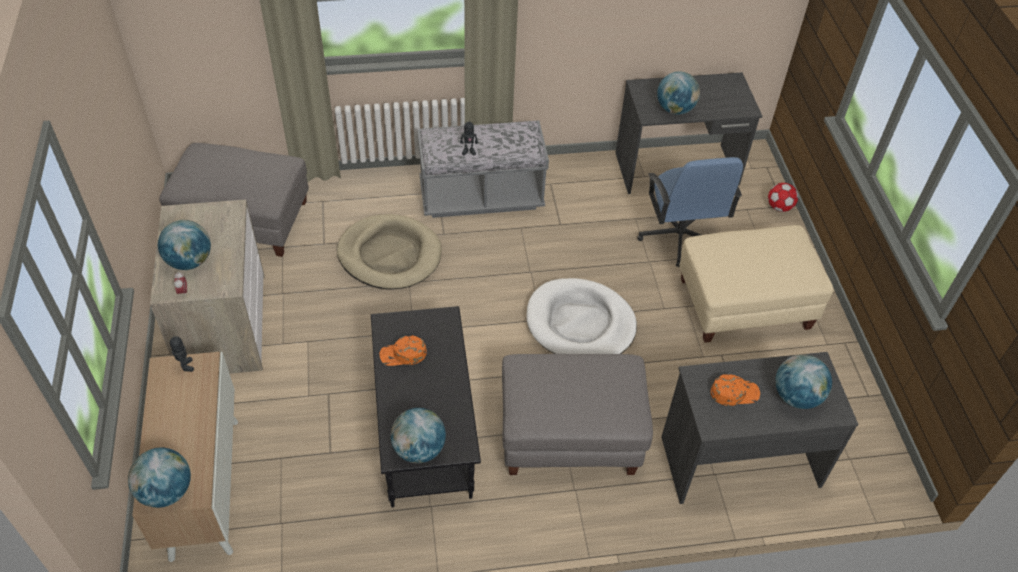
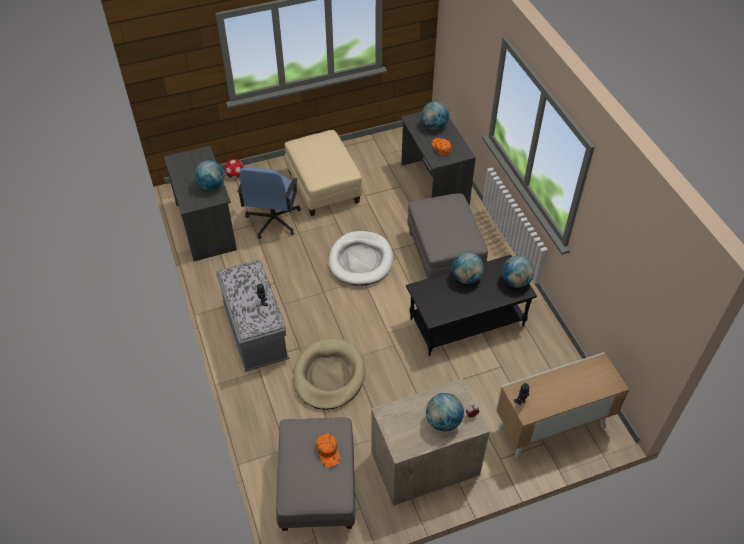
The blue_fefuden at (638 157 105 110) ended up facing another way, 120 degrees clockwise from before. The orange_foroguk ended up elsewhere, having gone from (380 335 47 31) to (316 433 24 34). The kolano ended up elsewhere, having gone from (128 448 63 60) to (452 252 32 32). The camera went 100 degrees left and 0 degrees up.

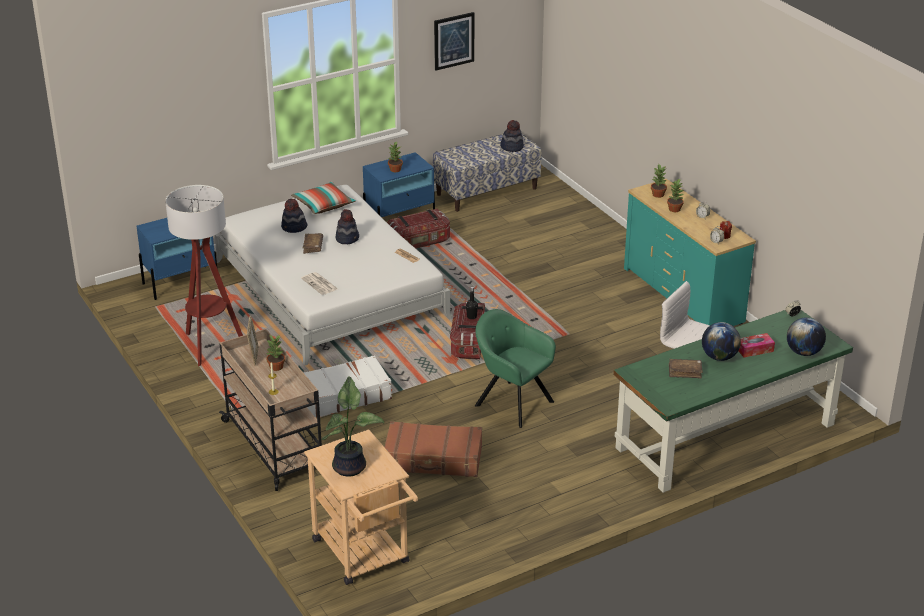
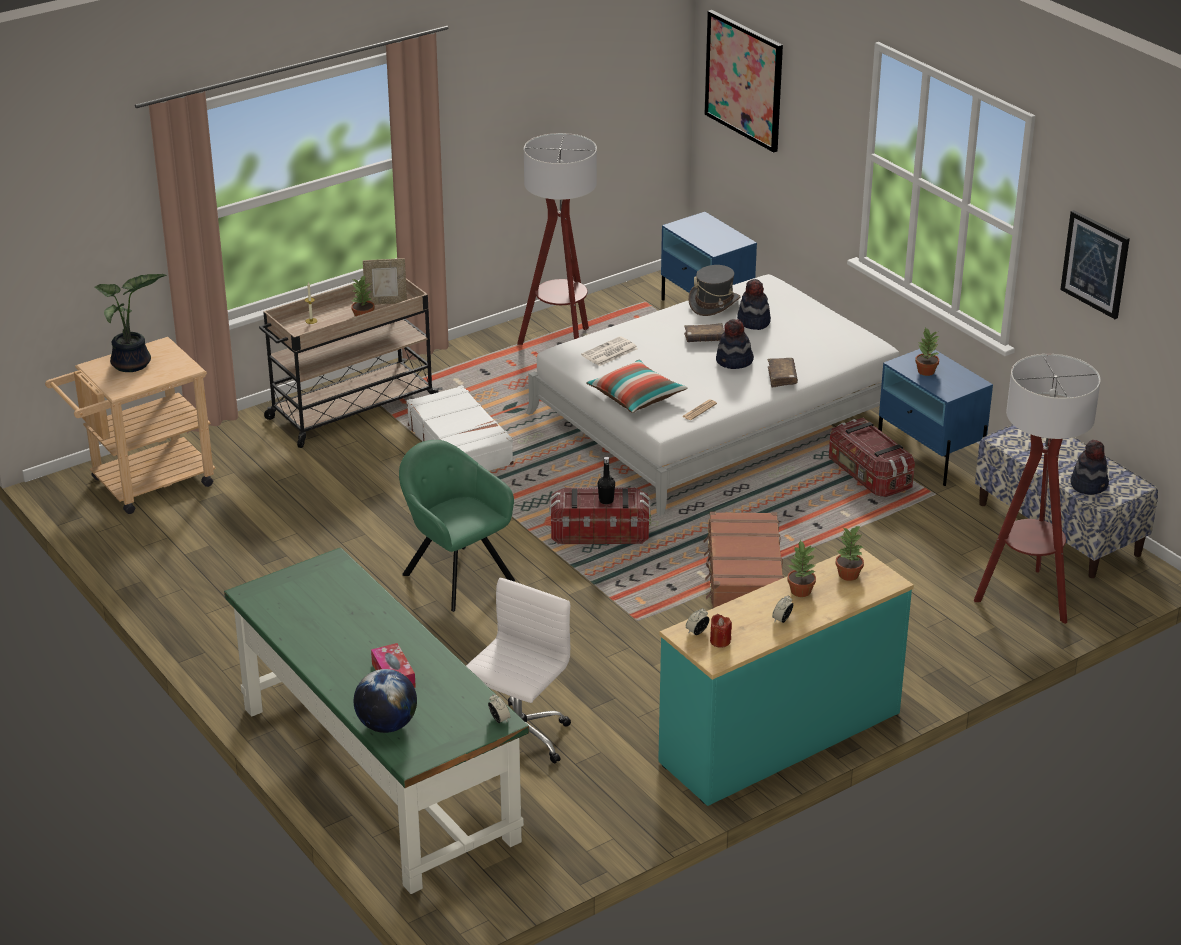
The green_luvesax at (475 309 81 119) ended up facing another way, 75 degrees counterclockwise from before. The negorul ended up elsewhere, having gone from (291 182 65 32) to (586 360 102 53). The second view gained the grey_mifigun at (688 265 53 51). The second view gained the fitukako at (704 10 79 143). The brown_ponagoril ended up elsewhere, having gone from (385 421 97 56) to (704 512 80 97). The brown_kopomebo ended up elsewhere, having gone from (669 359 34 19) to (768 358 30 29). The second view gained the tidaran at (974 354 127 270). The second view lost the kolano at (702 322 39 39). The camera went 85 degrees right and 0 degrees up.

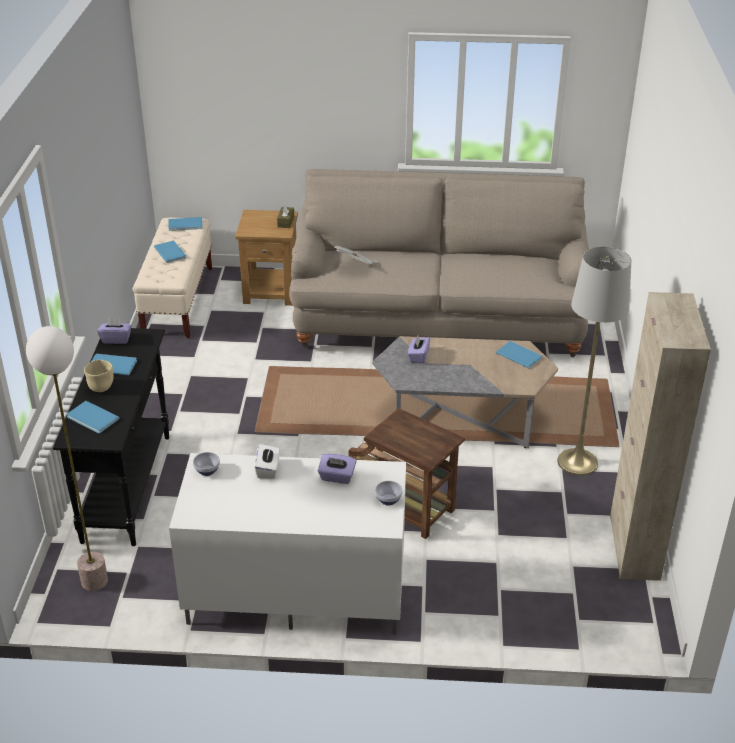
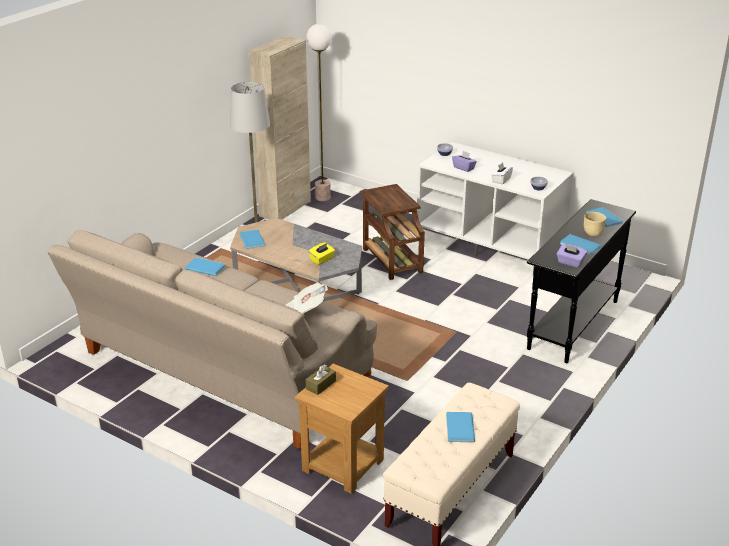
The blue_kopomebo ended up elsewhere, having gone from (168 217 34 14) to (185 257 41 19). The tidaran ended up elsewhere, having gone from (26 326 82 265) to (307 24 25 177). What was the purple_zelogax at (408 335 22 29) turned into the yellow_zelogax at (308 242 27 23). The camera went 150 degrees left and 5 degrees down.

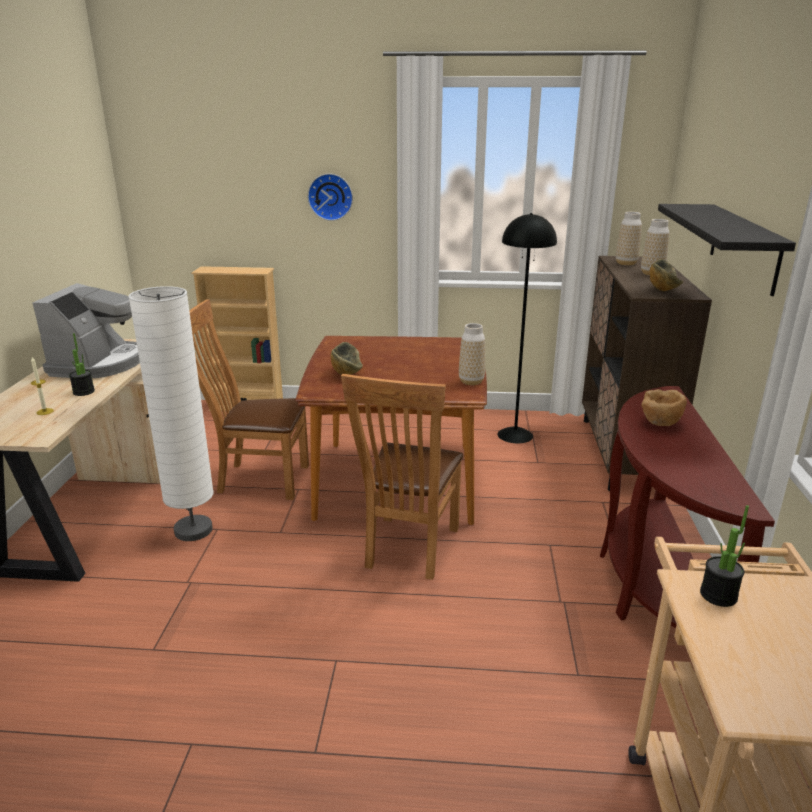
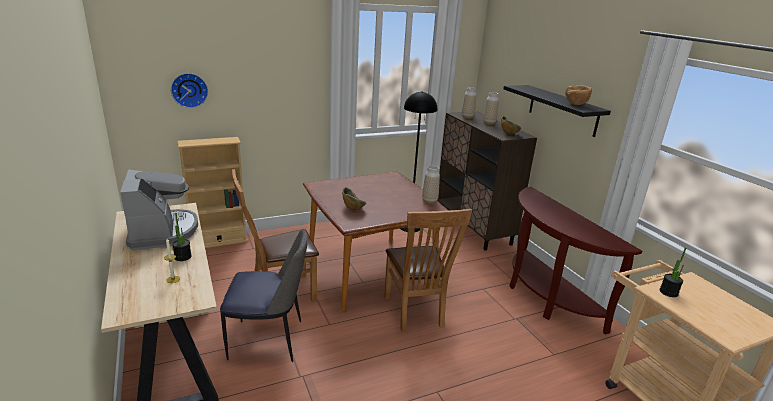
The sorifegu ended up elsewhere, having gone from (308 174 45 47) to (171 73 37 35). Where the white_tidaran stood at (128 286 86 255), the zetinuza came to stand at (220 229 88 133). The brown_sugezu ended up elsewhere, having gone from (641 389 46 37) to (565 85 27 20). The camera went 30 degrees left and 0 degrees up.

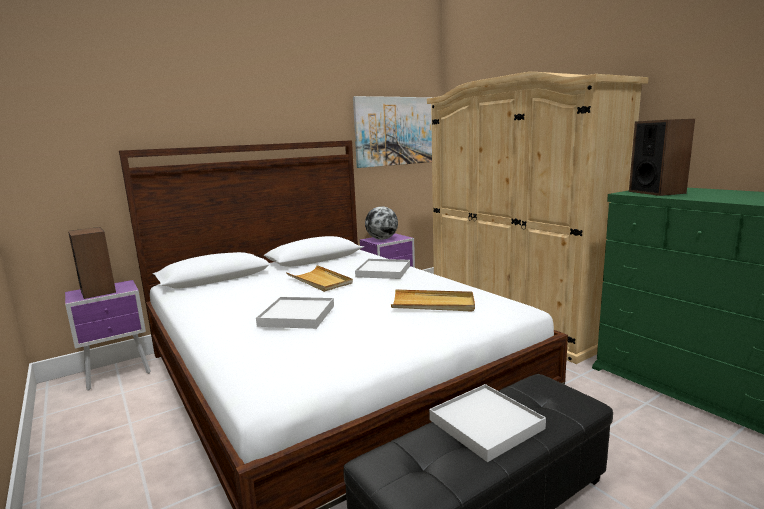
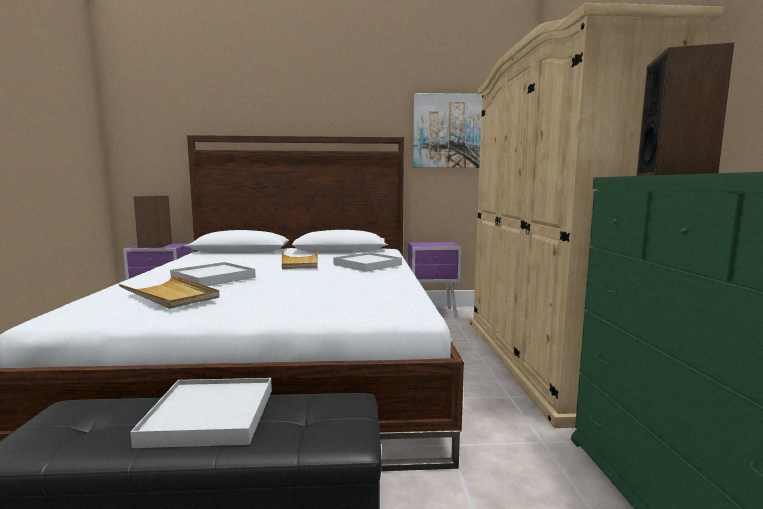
The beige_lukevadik ended up elsewhere, having gone from (391 289 84 23) to (119 275 101 34). The second view lost the kolano at (365 206 33 34). The camera went 30 degrees right and 5 degrees down.

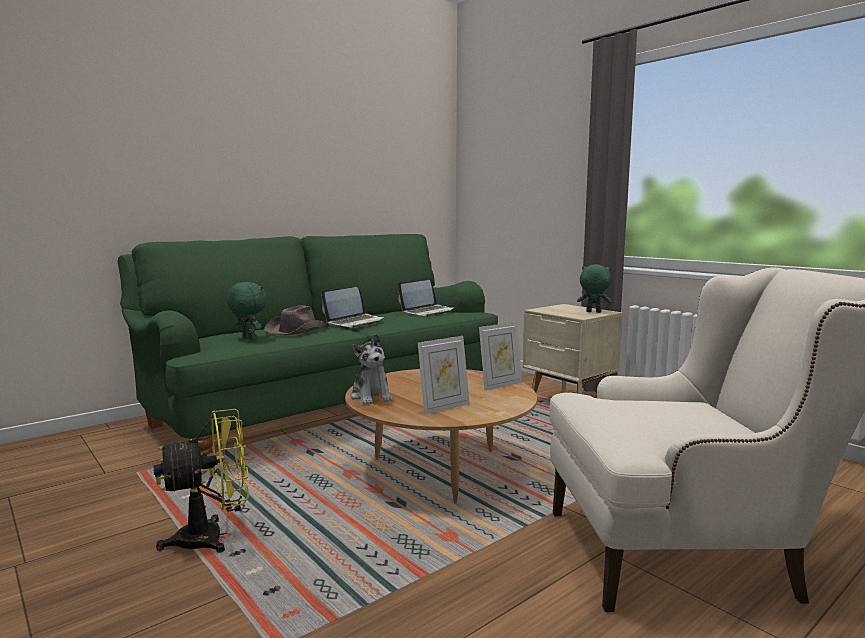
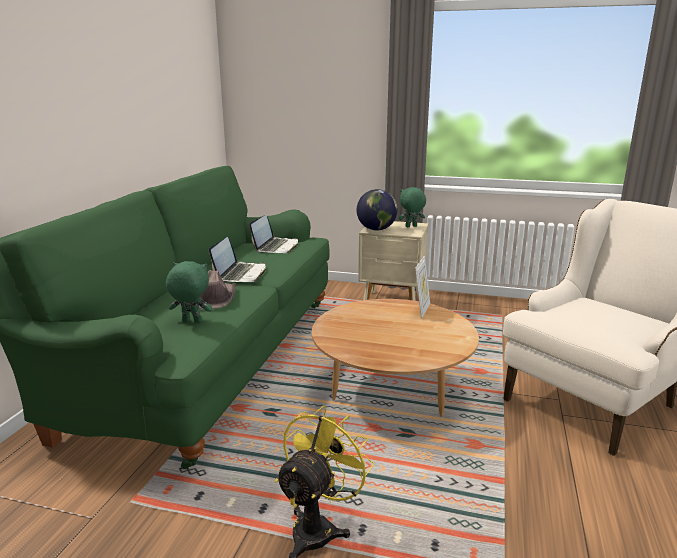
The second view gained the kolano at (357 189 40 42). The second view lost the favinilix at (351 334 42 71). The second view lost the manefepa at (418 336 52 78). The camera went 35 degrees left and 10 degrees up.

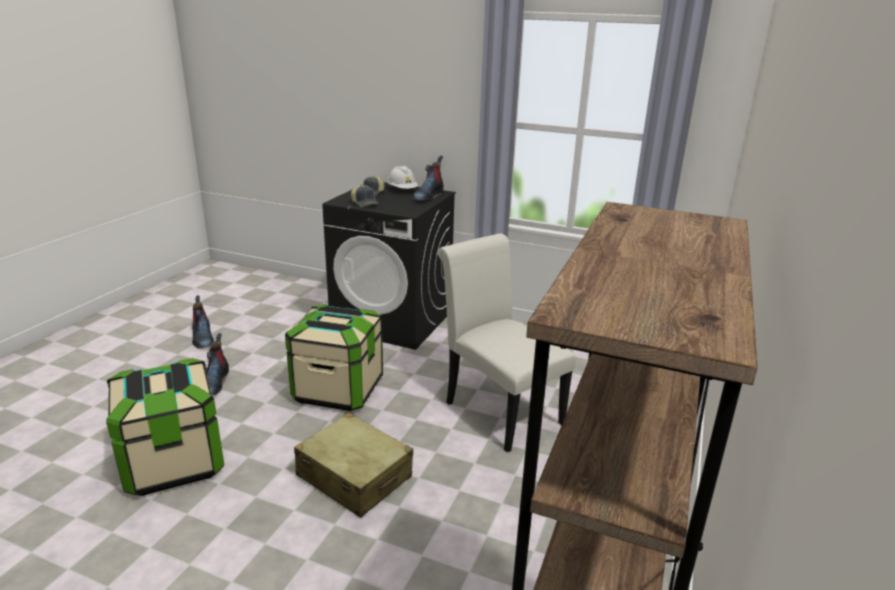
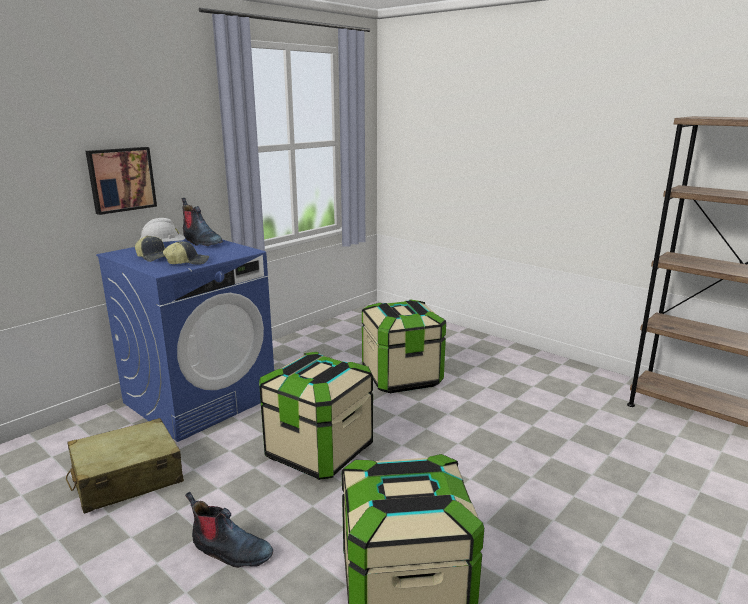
The beige_ponagoril ended up elsewhere, having gone from (294 413 119 105) to (66 418 118 96). The second view gained the fitukako at (85 147 72 68). What was the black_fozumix at (322 182 134 168) turned into the blue_fozumix at (96 238 178 204). Where the white_zetinuza stood at (438 234 138 218), the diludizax came to stand at (362 299 84 94). The second view lost the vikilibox at (192 295 22 53). The camera went 70 degrees left and 5 degrees down.

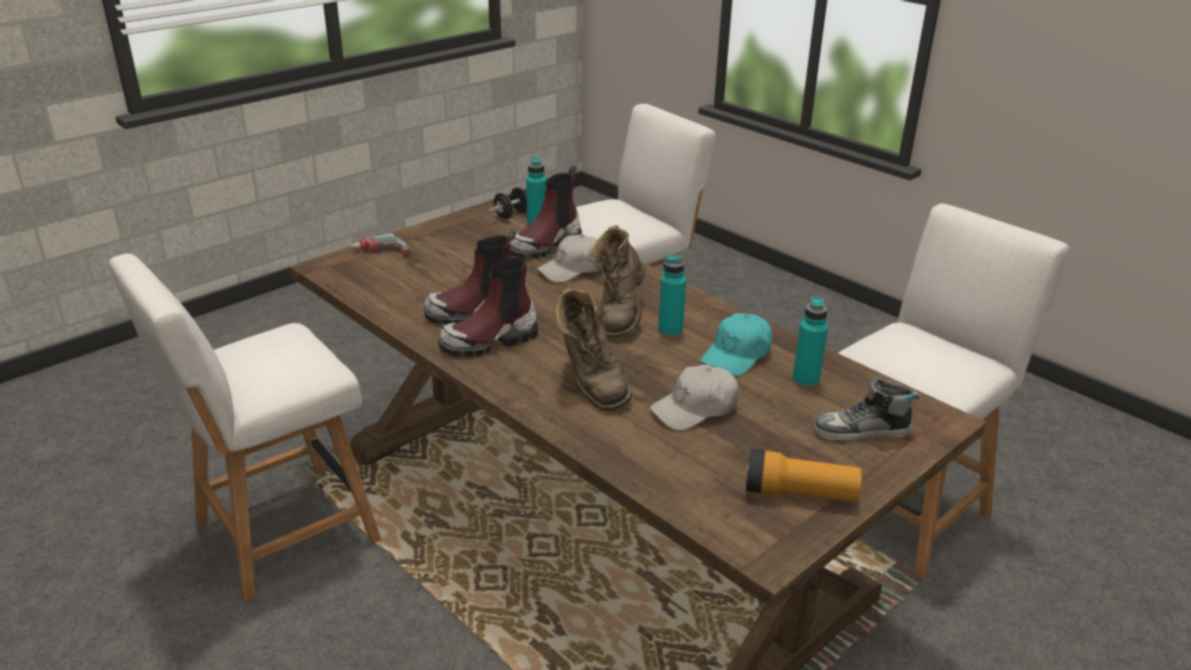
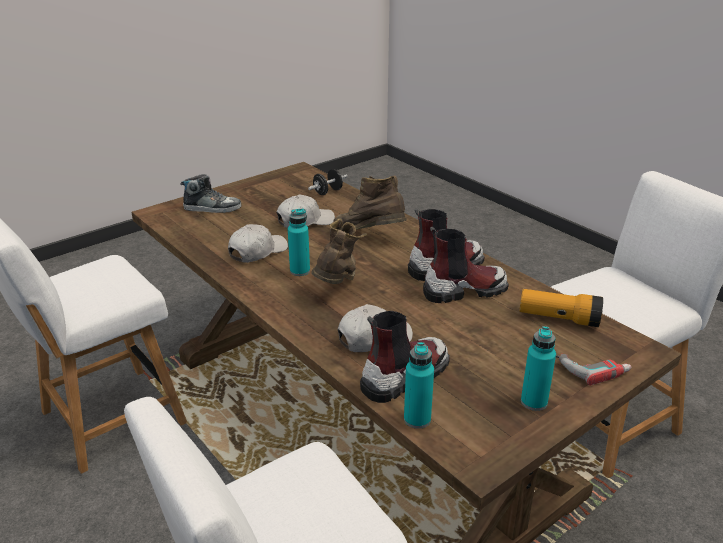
What was the turquoise_foroguk at (701 313 71 63) turned into the white_foroguk at (228 224 60 39). The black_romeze ended up elsewhere, having gone from (488 187 39 32) to (308 169 39 26). The brown_vikilibox at (556 287 76 124) ended up facing another way, 45 degrees counterclockwise from before. The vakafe ended up elsewhere, having gone from (746 449 116 53) to (519 289 84 38). The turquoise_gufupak ended up elsewhere, having gone from (792 297 36 90) to (521 326 35 85). The camera went 175 degrees left and 0 degrees up.

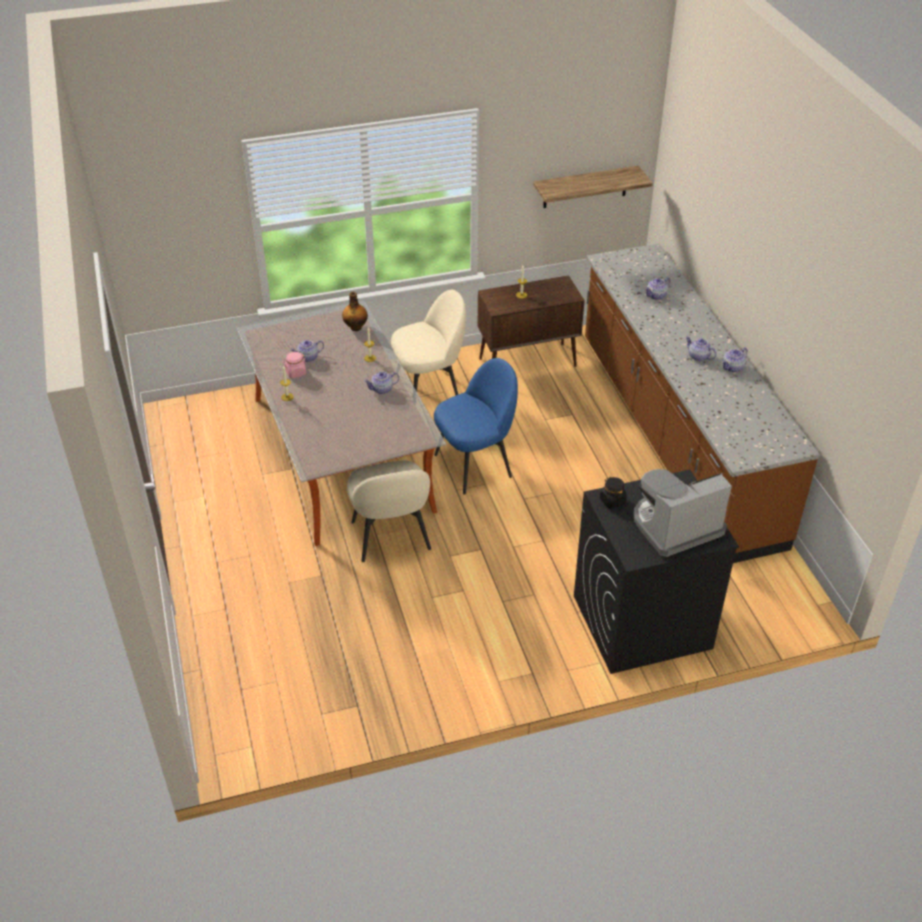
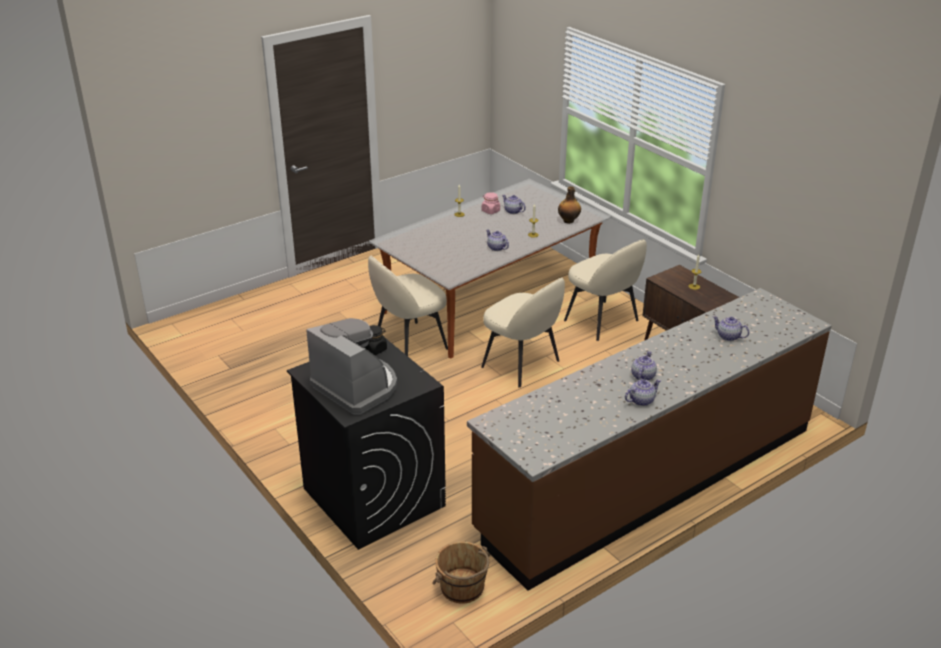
The second view gained the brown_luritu at (432 541 58 63). What was the blue_zetinuza at (434 358 84 137) turned into the beige_zetinuza at (481 278 84 110). The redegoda at (722 347 26 25) ended up facing another way, 120 degrees clockwise from before. The second view lost the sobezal at (533 166 120 42). The camera went 70 degrees right and 10 degrees down.

